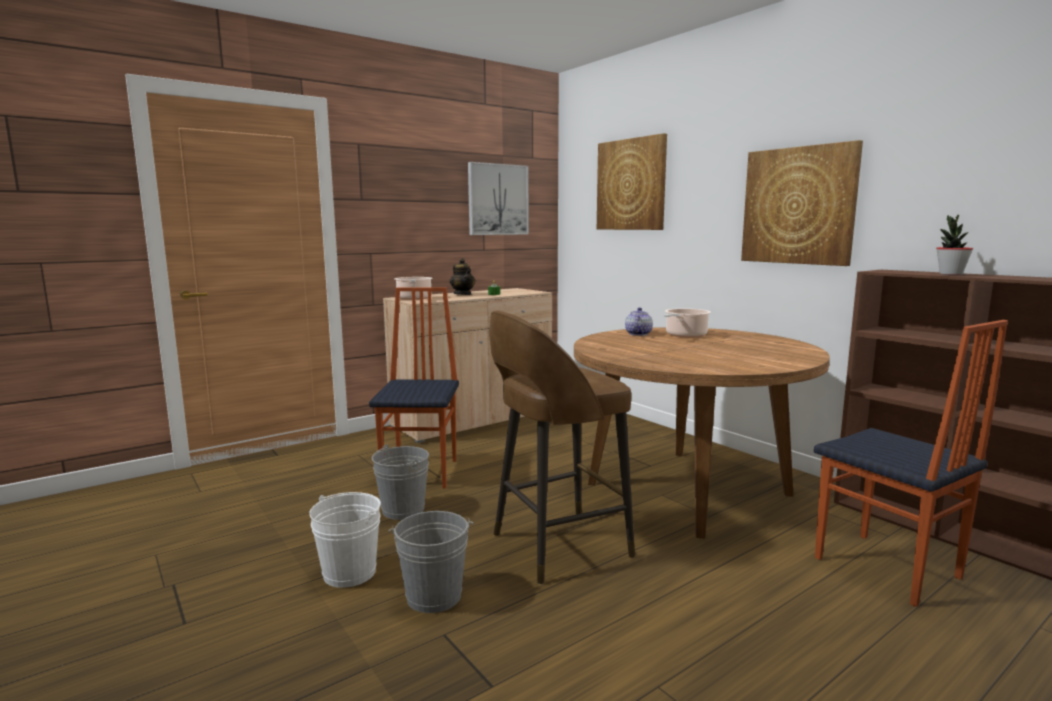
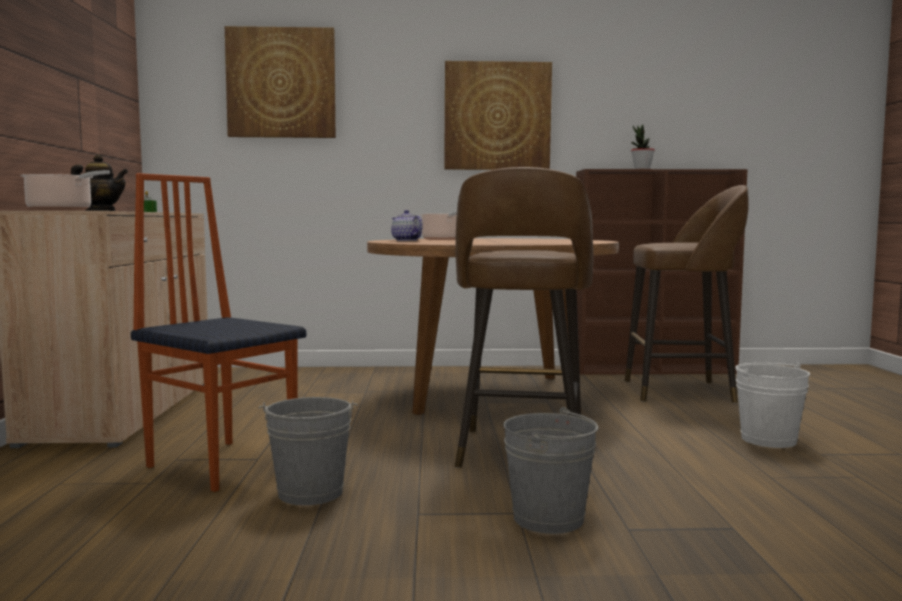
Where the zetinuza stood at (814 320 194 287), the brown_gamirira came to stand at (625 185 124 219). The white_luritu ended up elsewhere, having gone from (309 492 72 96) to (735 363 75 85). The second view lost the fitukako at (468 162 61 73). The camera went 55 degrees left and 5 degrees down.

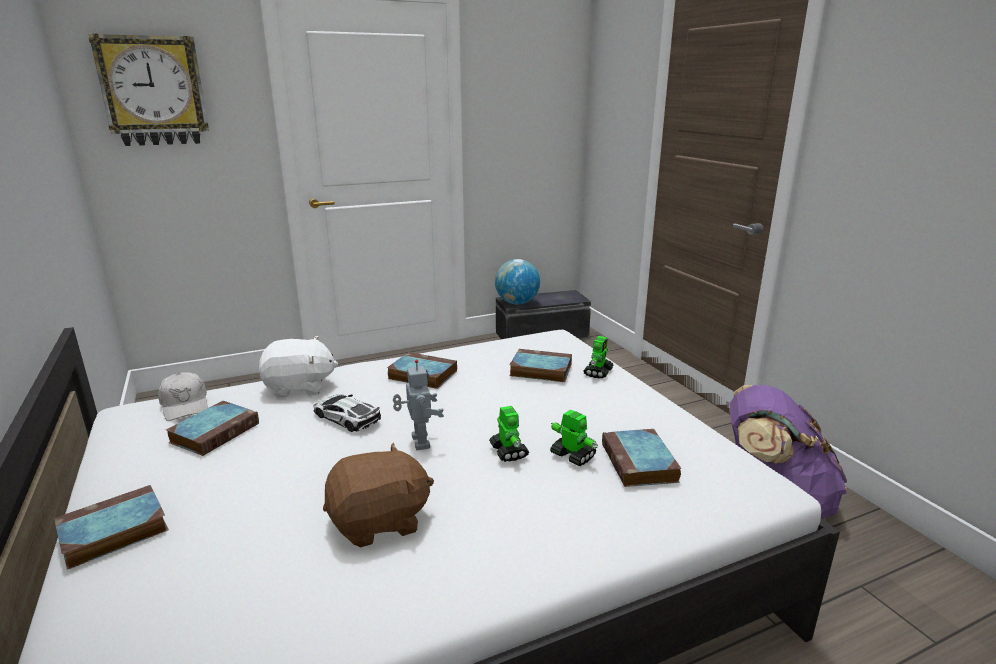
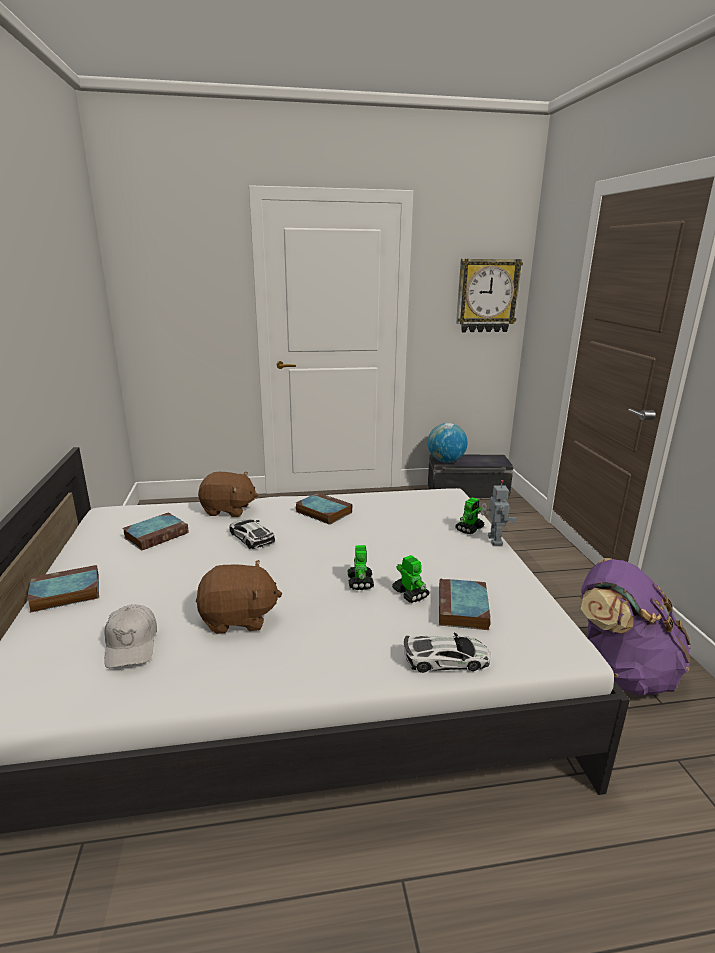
The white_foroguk ended up elsewhere, having gone from (158 372 50 49) to (104 604 53 64). What was the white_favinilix at (259 336 79 62) turned into the brown_favinilix at (198 472 60 45). The second view gained the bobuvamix at (404 633 87 40). The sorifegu ended up elsewhere, having gone from (89 34 120 112) to (456 259 67 73). The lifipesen ended up elsewhere, having gone from (393 359 51 91) to (480 480 37 66). The second view lost the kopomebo at (509 349 63 33). The camera went 15 degrees right and 0 degrees up.

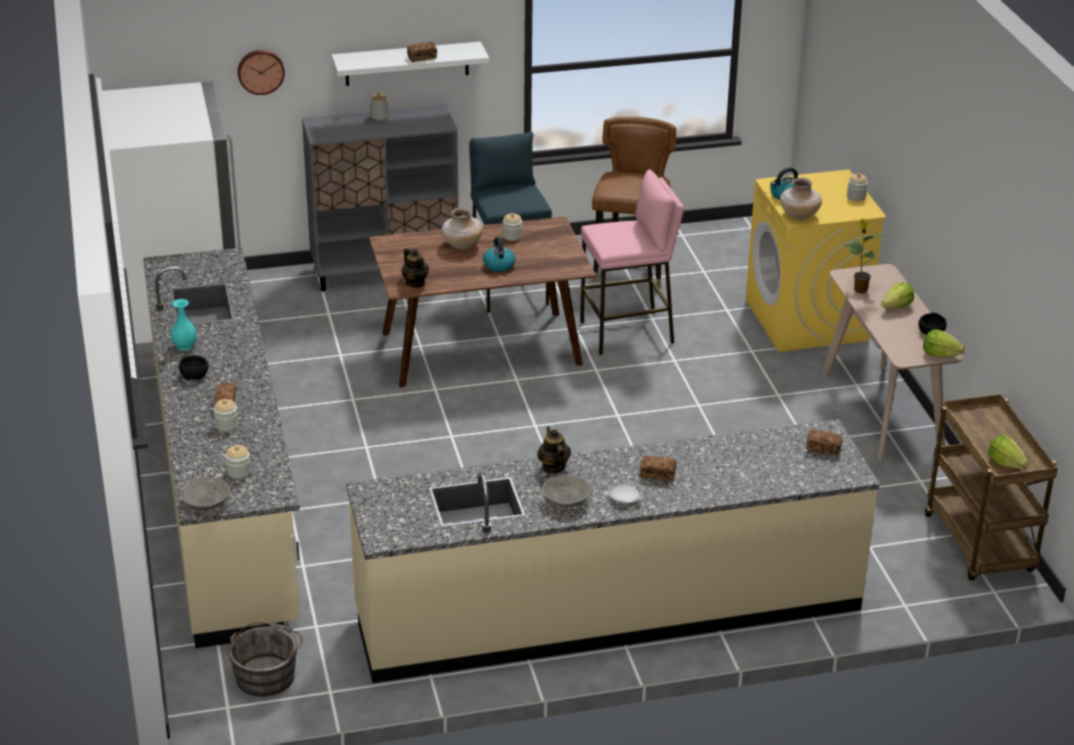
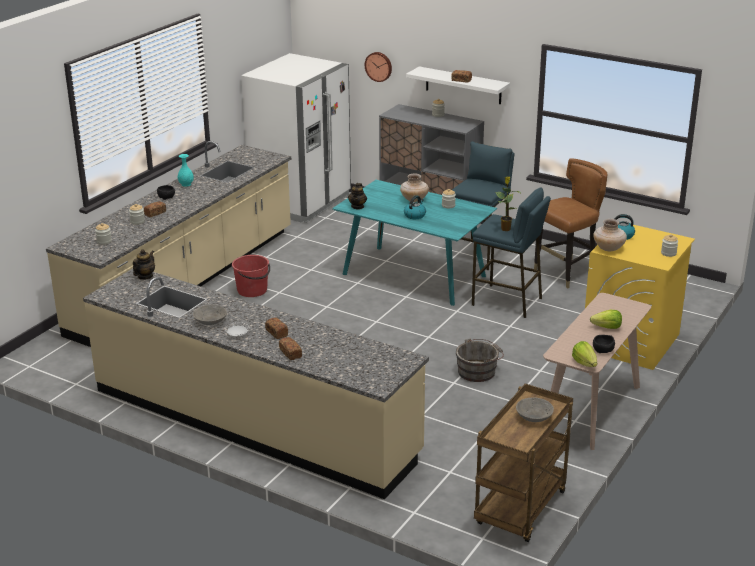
The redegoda ended up elsewhere, having gone from (537 427 34 47) to (133 249 22 31). The second view gained the red_luritu at (232 255 38 42). The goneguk ended up elsewhere, having gone from (806 430 37 26) to (279 337 23 23). What was the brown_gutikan at (369 216 227 171) turned into the turquoise_gutikan at (332 180 165 126). The grey_luritu ended up elsewhere, having gone from (228 622 75 75) to (456 338 48 44). What was the pink_gamirira at (580 169 104 187) turned into the blue_gamirira at (472 188 79 130). The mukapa ended up elsewhere, having gone from (845 219 42 75) to (495 177 25 54). The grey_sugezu ended up elsewhere, having gone from (180 477 50 33) to (516 397 38 25). The second view lost the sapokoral at (988 435 40 34). The camera went 45 degrees right and 5 degrees down.

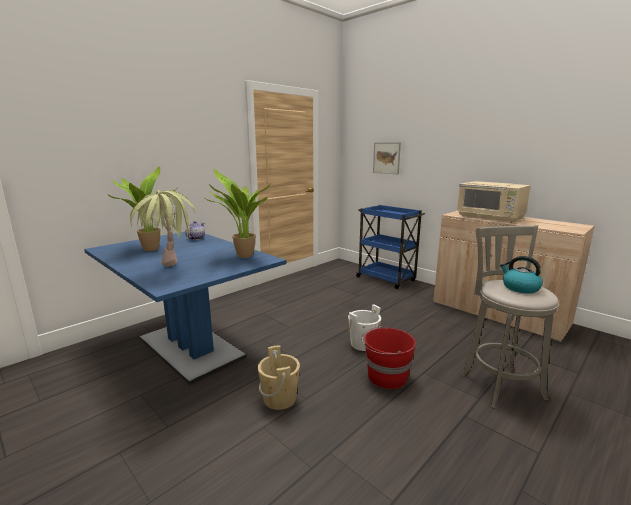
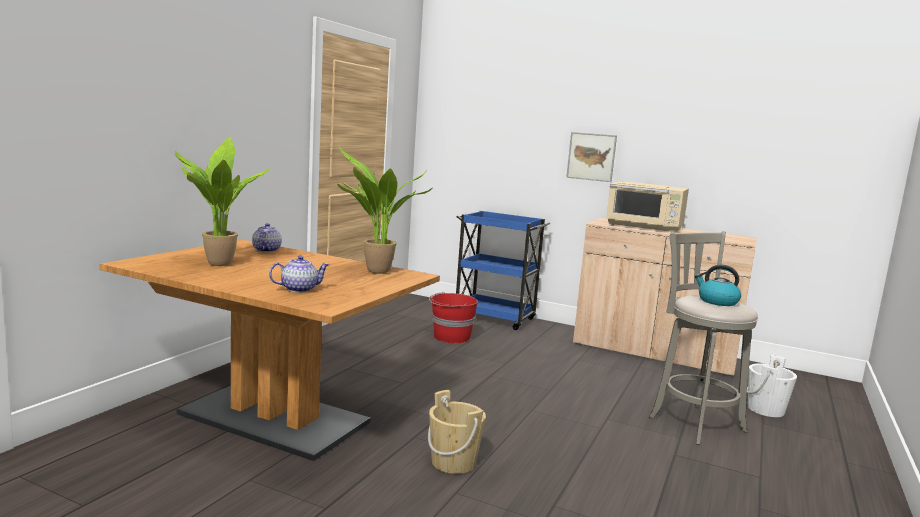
What was the blue_gutikan at (84 232 203 153) turned into the brown_gutikan at (99 240 341 221). Where the mukapa stood at (130 190 66 77), the redegoda came to stand at (269 255 61 38). The red_luritu ended up elsewhere, having gone from (362 326 54 63) to (429 292 49 51). The fitukako ended up elsewhere, having gone from (373 142 28 32) to (566 132 51 50). The white_luritu ended up elsewhere, having gone from (348 304 33 47) to (747 355 50 62). The camera went 20 degrees left and 5 degrees down.

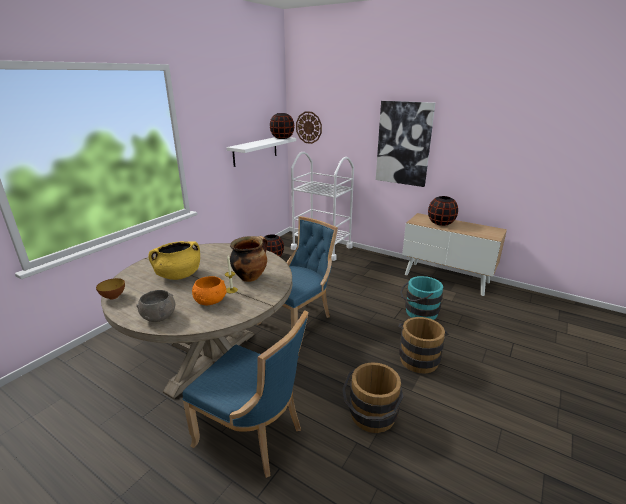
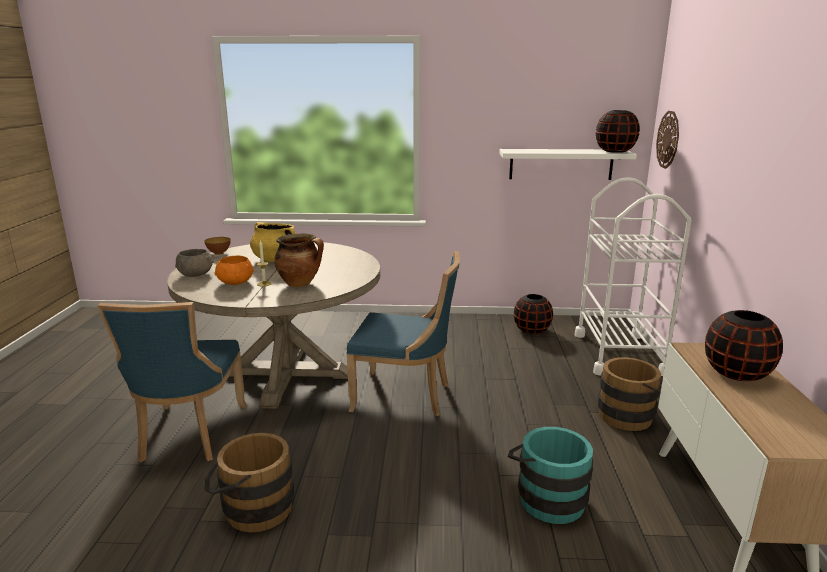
The brown_luritu ended up elsewhere, having gone from (398 317 51 57) to (598 357 64 74). The second view lost the fitukako at (376 101 59 86). The camera went 60 degrees right and 5 degrees down.

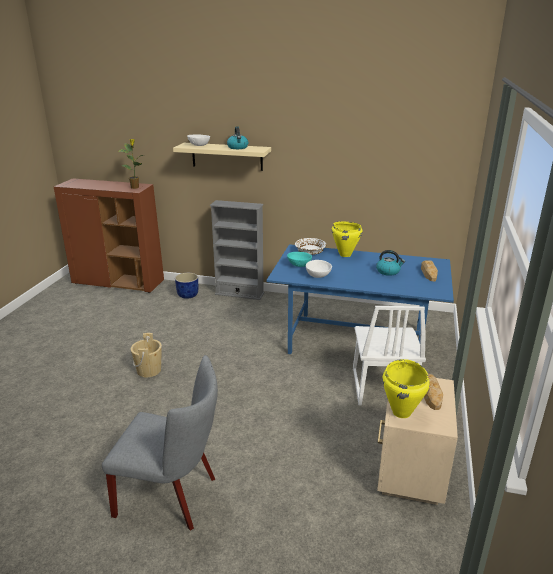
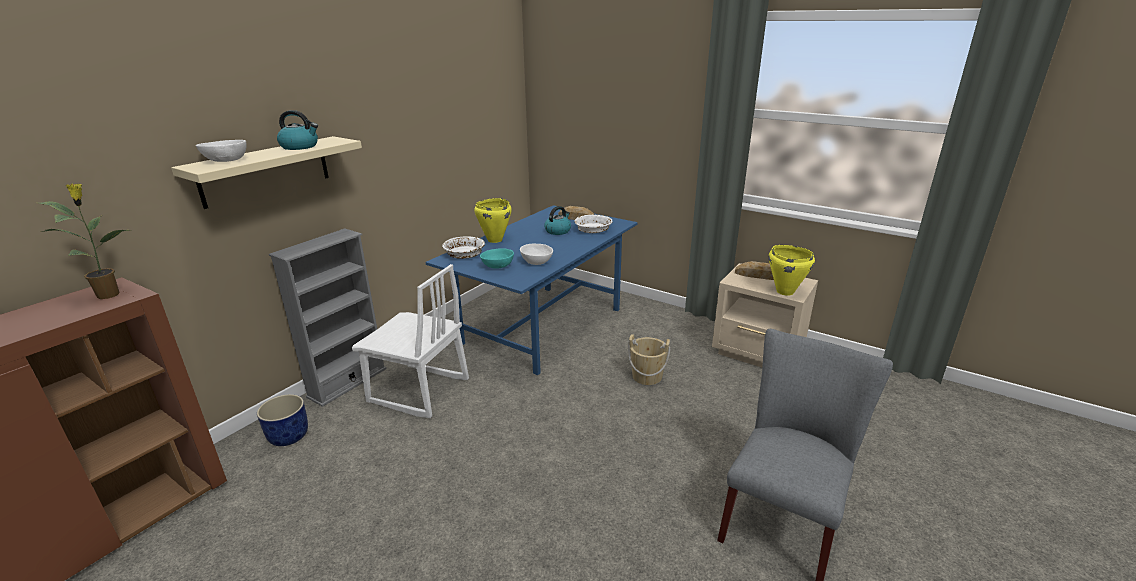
The white_zetinuza ended up elsewhere, having gone from (353 306 73 100) to (352 264 117 154). The second view gained the white_sugezu at (575 214 38 19). The beige_luritu ended up elsewhere, having gone from (131 333 31 45) to (628 334 42 51). The camera went 70 degrees left and 0 degrees up.

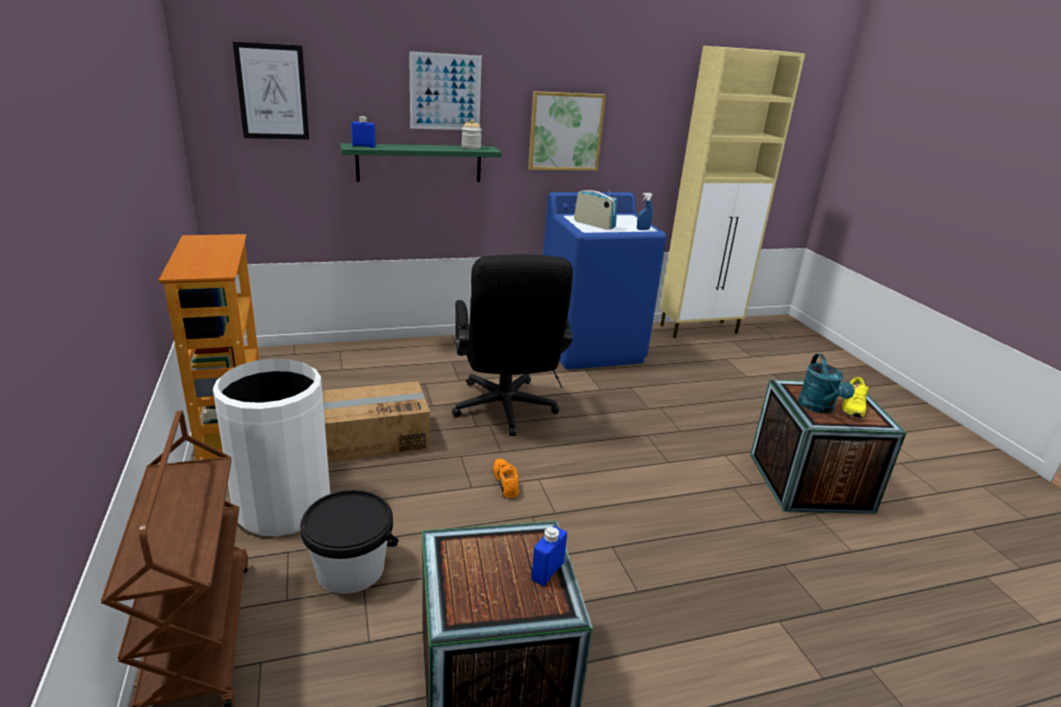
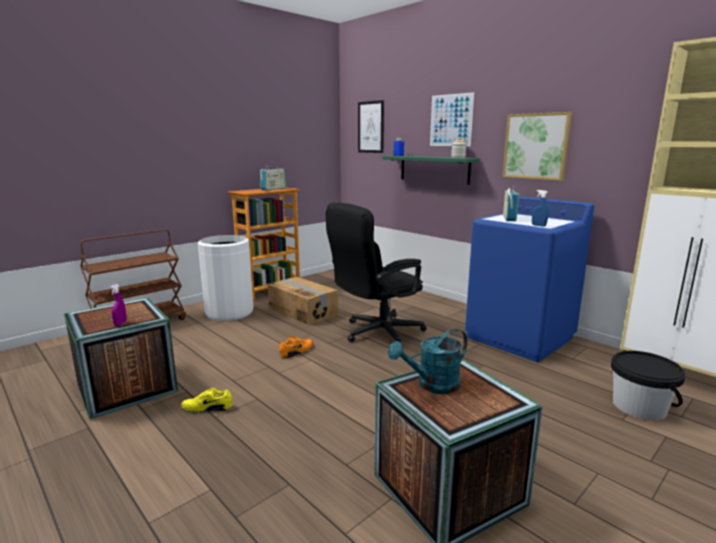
Where the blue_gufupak stood at (531 526 36 60), the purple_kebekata came to stand at (110 284 17 42). The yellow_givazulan ended up elsewhere, having gone from (841 377 27 41) to (181 388 51 24). The second view gained the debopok at (260 166 26 24). The black_luritu ended up elsewhere, having gone from (300 490 99 104) to (611 351 74 70). The camera went 65 degrees right and 10 degrees down.

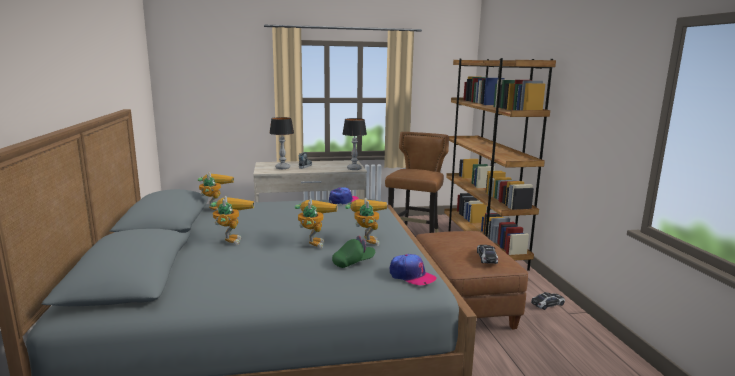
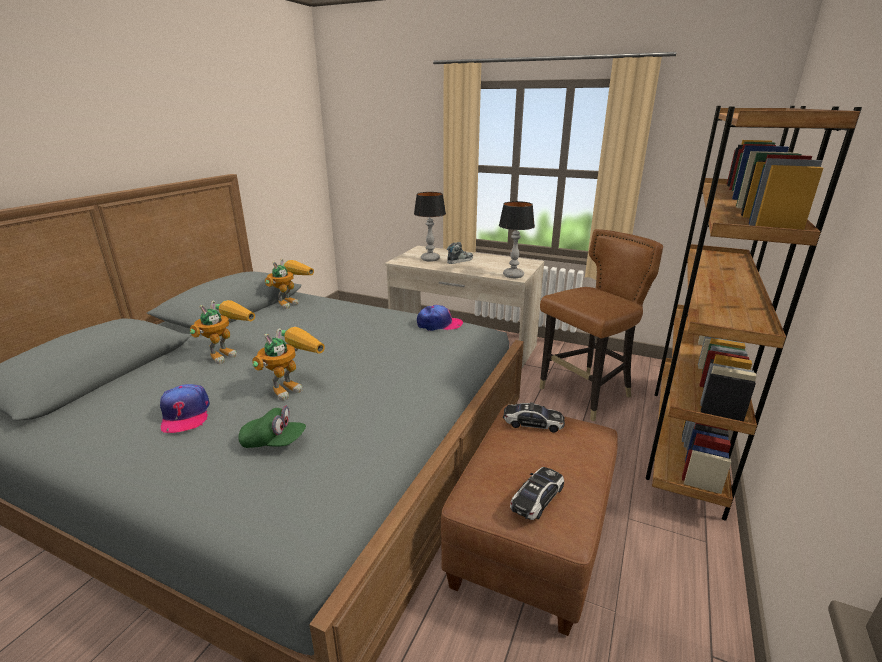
The foroguk ended up elsewhere, having gone from (390 254 47 31) to (160 384 50 49). The bobuvamix ended up elsewhere, having gone from (531 292 34 18) to (503 402 62 31). The second view lost the lifipesen at (345 198 42 48). The camera went 35 degrees right and 10 degrees up.

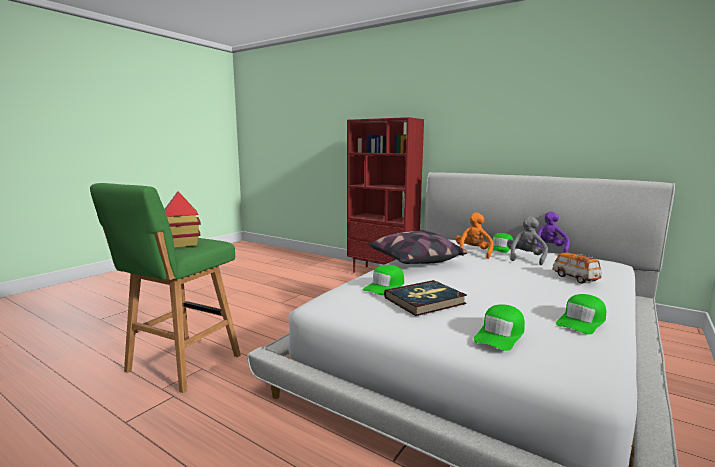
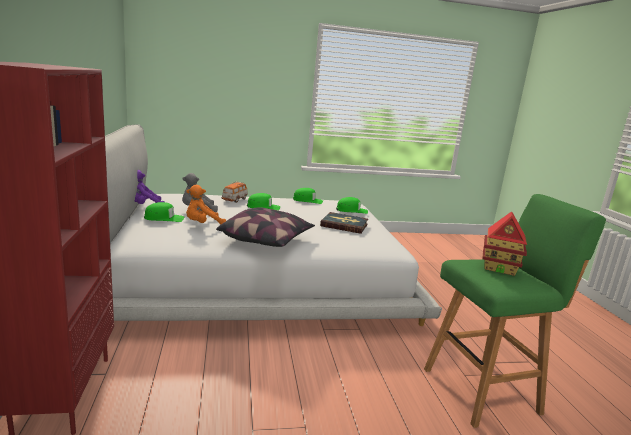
The green_foroguk ended up elsewhere, having gone from (363 265 41 30) to (247 193 33 17). The camera went 135 degrees left and 5 degrees up.

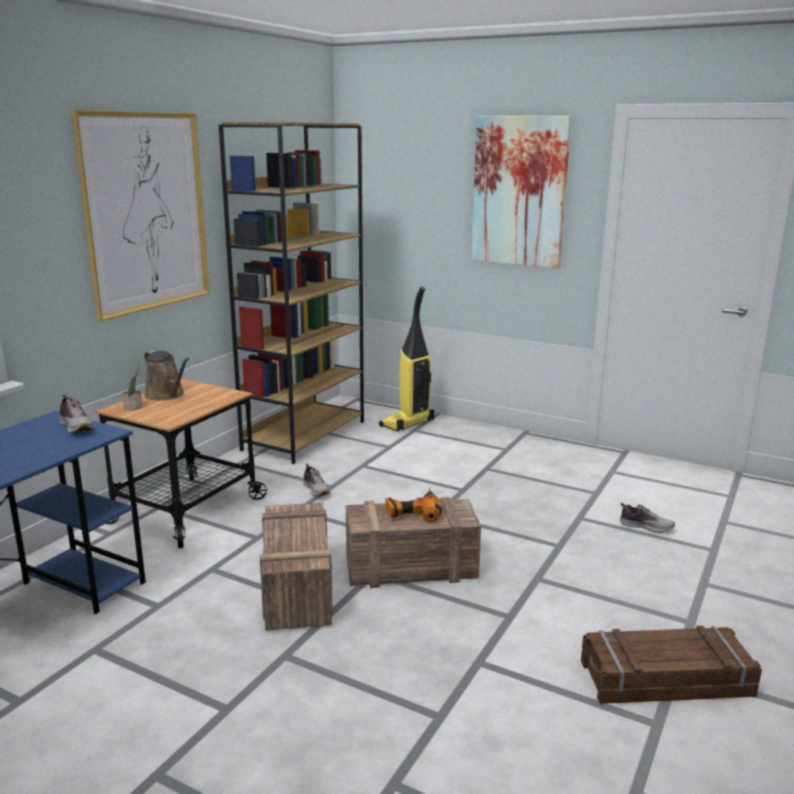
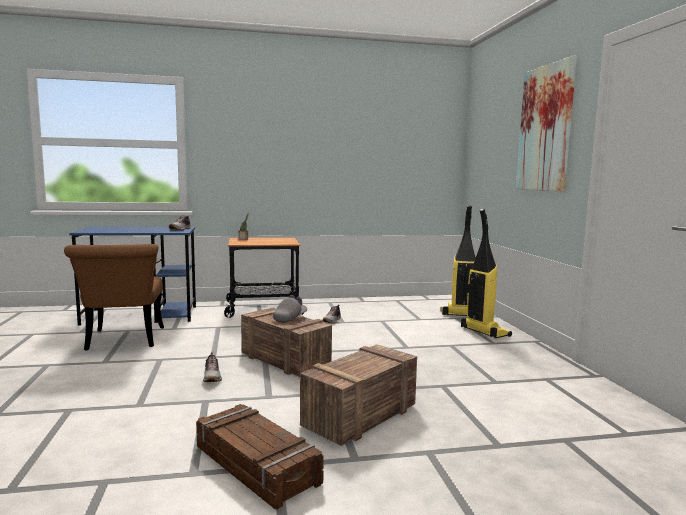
The second view gained the brown_zetinuza at (64 244 100 106). The givazulan ended up elsewhere, having gone from (620 503 55 30) to (203 352 19 30). Where the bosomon stood at (385 488 57 34), the grey_foroguk came to stand at (273 295 34 28). The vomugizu ended up elsewhere, having gone from (260 503 73 128) to (300 345 117 101). The second view gained the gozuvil at (461 209 51 129). The second view lost the fitukako at (71 110 139 211). The second view lost the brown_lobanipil at (144 350 45 51). The second view lost the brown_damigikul at (219 122 145 342). The camera went 50 degrees right and 10 degrees down.

